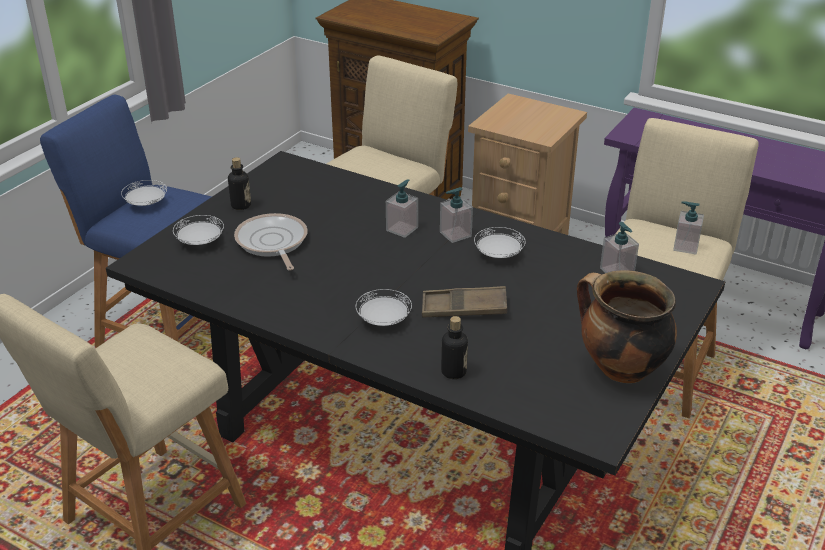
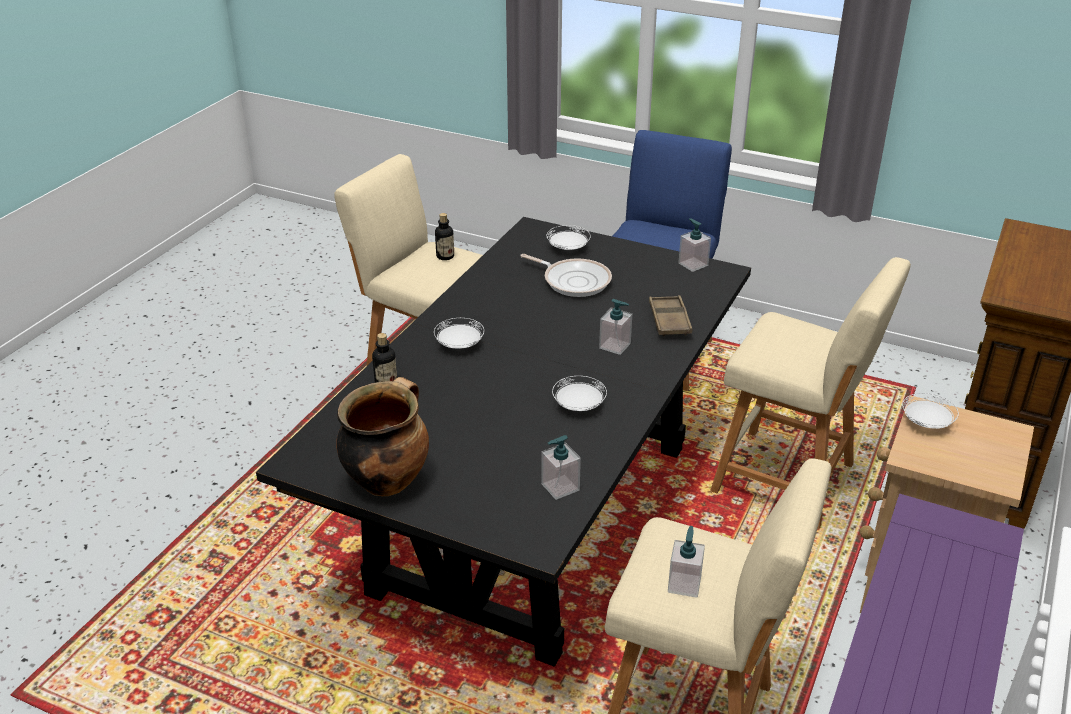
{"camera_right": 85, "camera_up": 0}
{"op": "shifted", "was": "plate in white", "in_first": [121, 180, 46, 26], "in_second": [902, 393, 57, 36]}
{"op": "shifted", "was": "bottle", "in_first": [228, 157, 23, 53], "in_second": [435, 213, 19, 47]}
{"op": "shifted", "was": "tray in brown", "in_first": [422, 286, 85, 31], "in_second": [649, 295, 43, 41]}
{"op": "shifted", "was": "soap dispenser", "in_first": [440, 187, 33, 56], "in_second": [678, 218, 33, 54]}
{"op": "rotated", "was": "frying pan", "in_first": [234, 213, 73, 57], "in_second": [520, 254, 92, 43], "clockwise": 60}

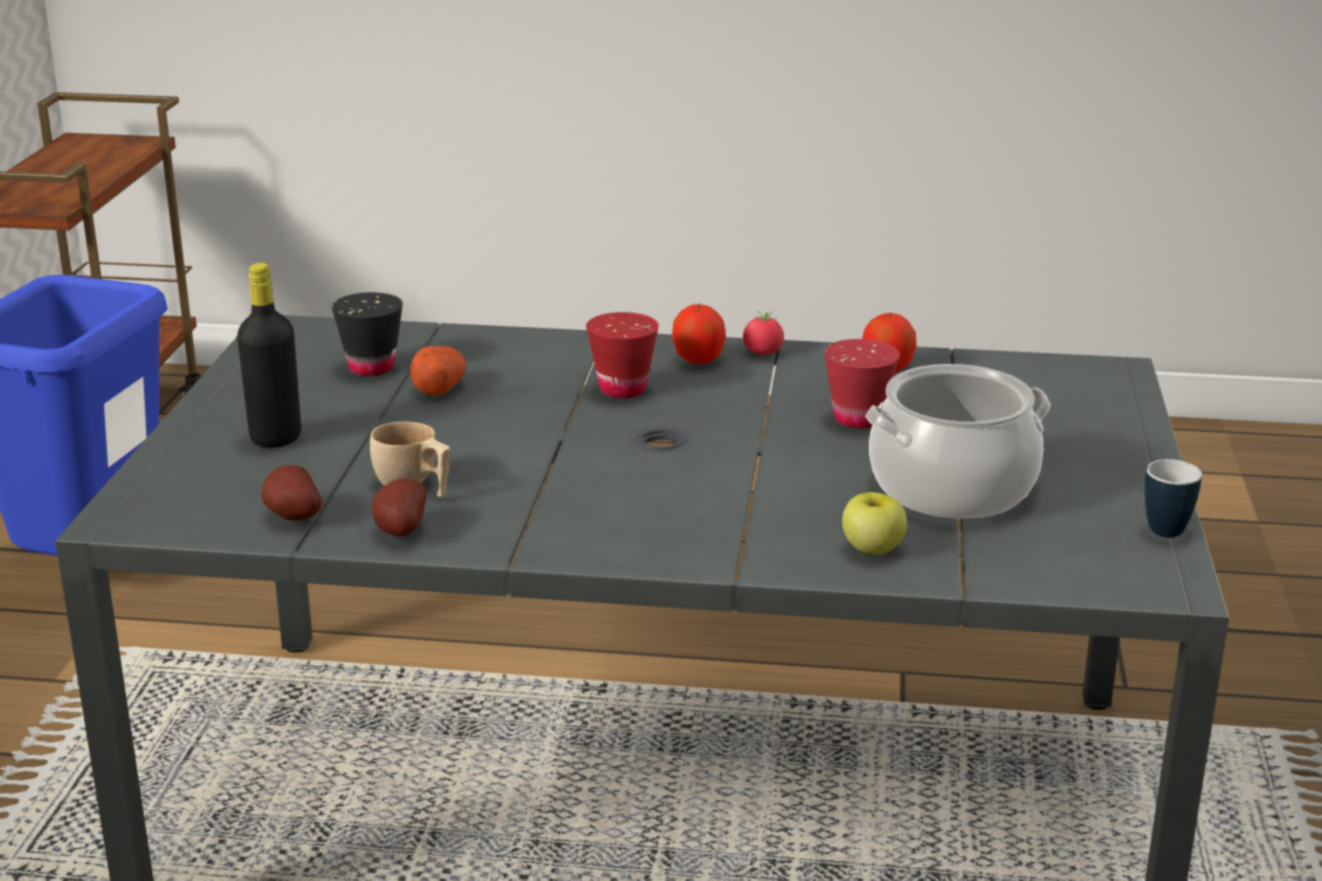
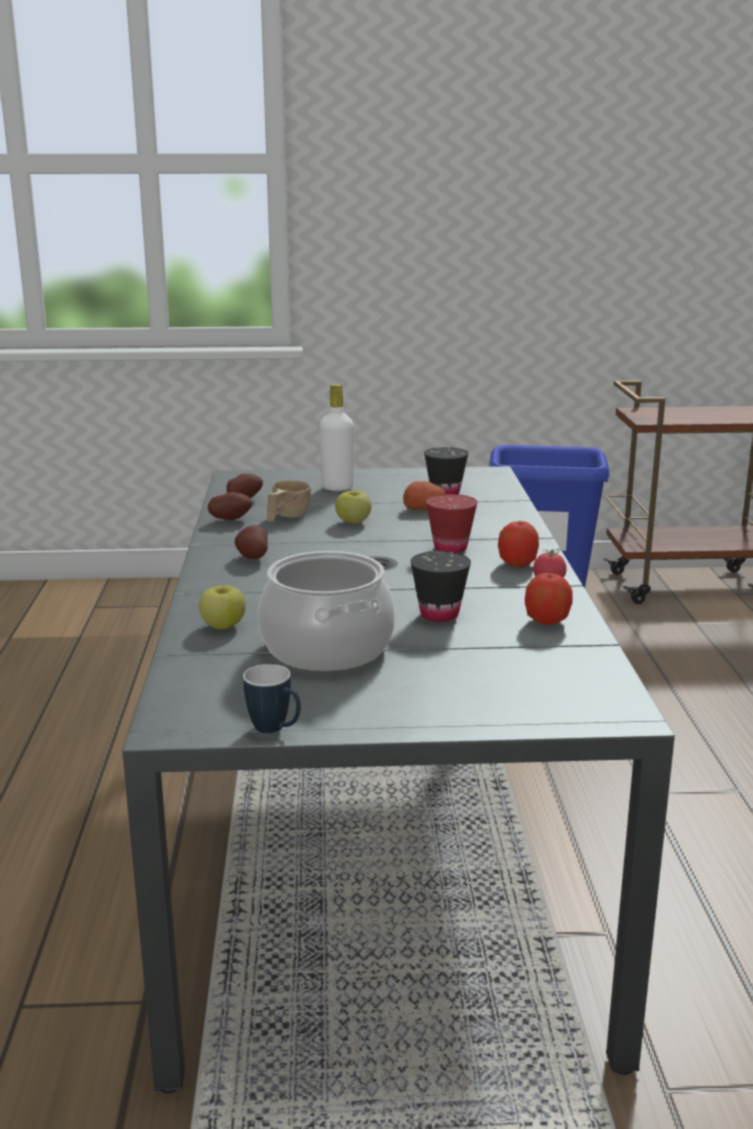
{"camera_right": 80, "camera_up": -5}
{"op": "new", "now": "potato", "in_second": [234, 525, 34, 34]}
{"op": "new", "now": "apple", "in_second": [335, 490, 36, 34]}
{"op": "repainted", "was": "bottle in black", "now": "bottle in white", "in_first": [237, 263, 64, 185], "in_second": [320, 384, 34, 107]}
{"op": "repainted", "was": "cup in red", "now": "cup in black", "in_first": [824, 339, 76, 89], "in_second": [410, 551, 61, 71]}

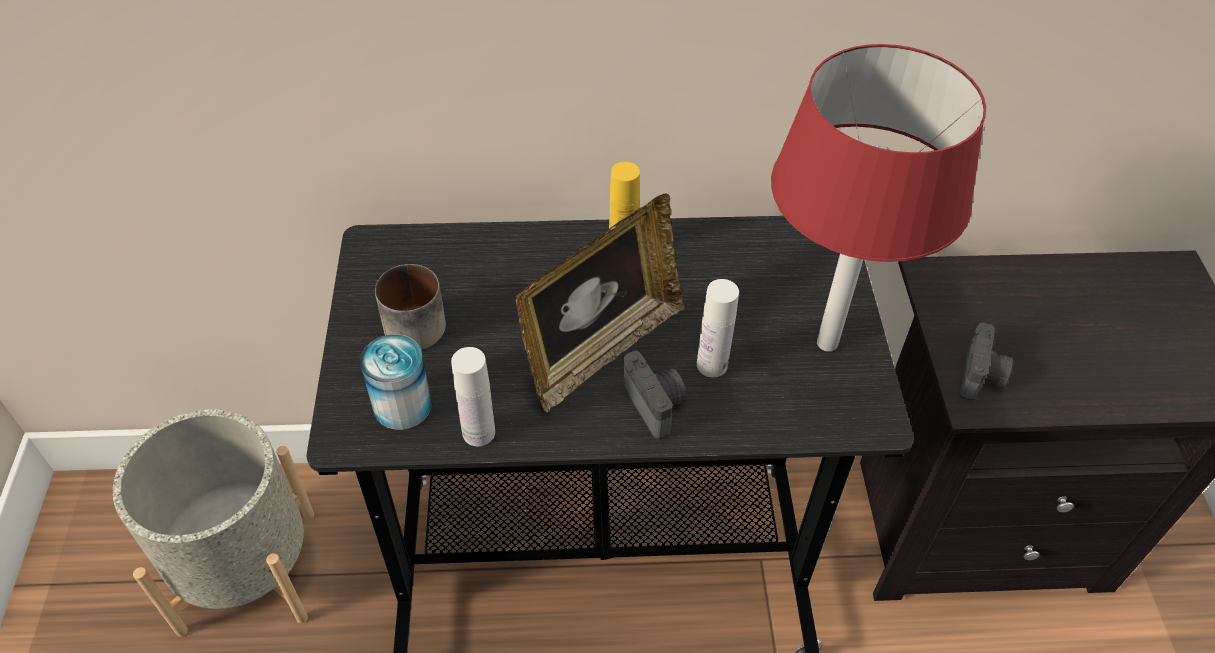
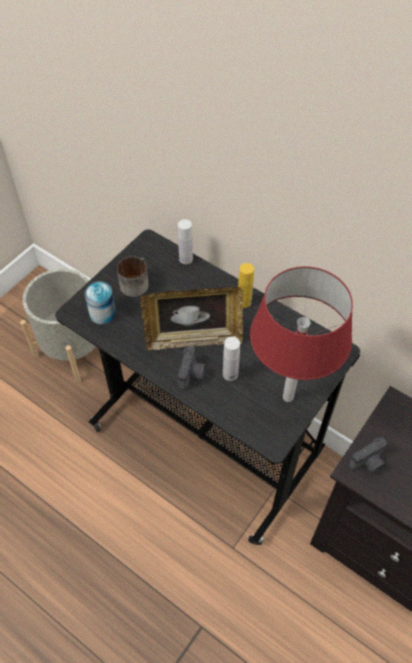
{"camera_right": 40, "camera_up": 5}
{"op": "shifted", "was": "bottle in white", "in_first": [451, 347, 44, 99], "in_second": [178, 219, 15, 45]}

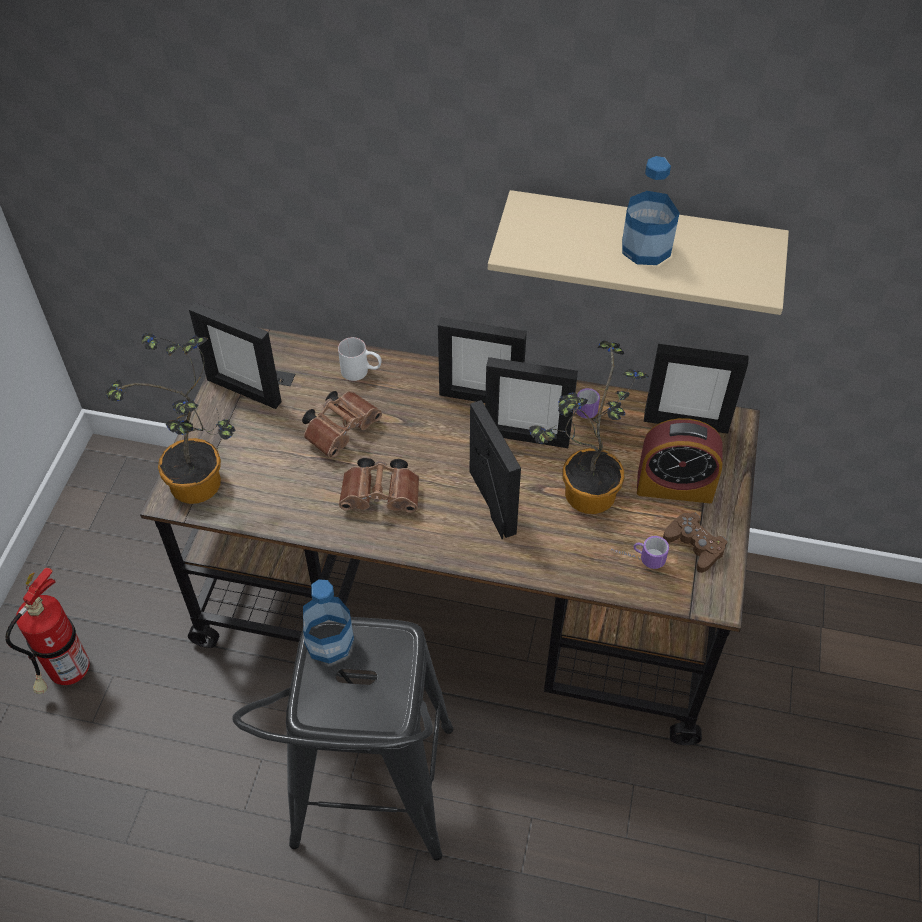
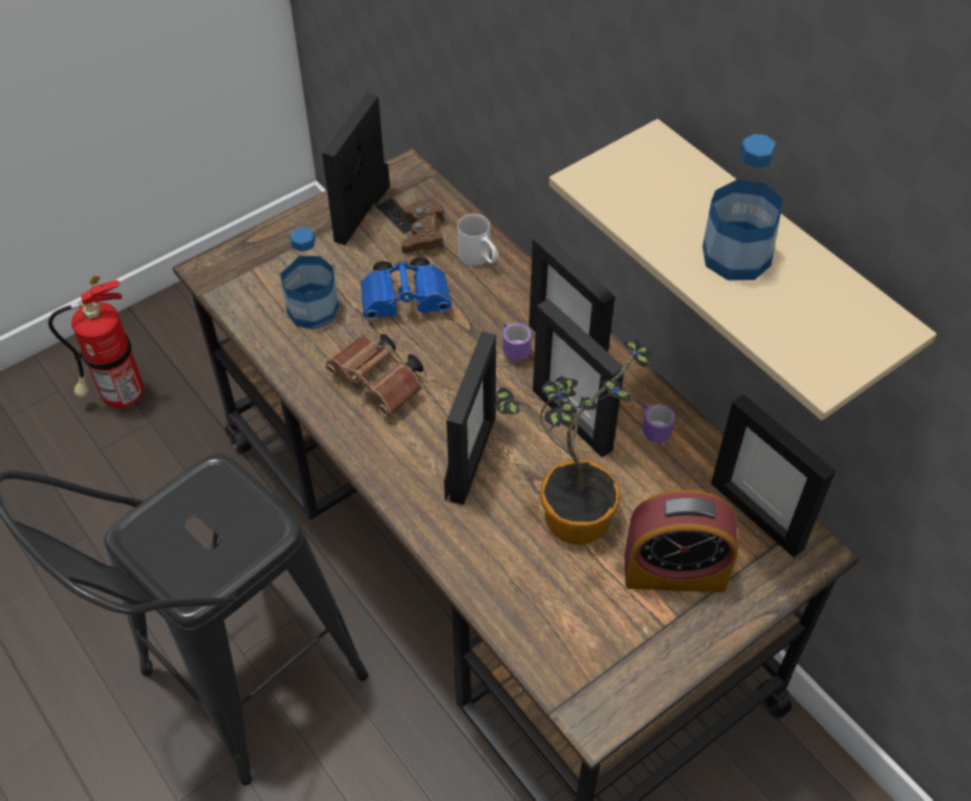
{"camera_right": 40, "camera_up": 0}
{"op": "gone", "was": "potted plant", "in_first": [105, 333, 131, 171]}
{"op": "shifted", "was": "bottle", "in_first": [303, 579, 51, 85], "in_second": [280, 227, 59, 102]}
{"op": "shifted", "was": "mug", "in_first": [611, 536, 58, 33], "in_second": [492, 322, 39, 38]}
{"op": "shifted", "was": "game controller in brown", "in_first": [663, 512, 64, 61], "in_second": [402, 199, 42, 54]}
{"op": "repainted", "was": "binoculars in brown", "now": "binoculars in blue", "in_first": [302, 391, 80, 67], "in_second": [361, 257, 91, 63]}
{"op": "rotated", "was": "picture frame", "in_first": [189, 303, 93, 106], "in_second": [322, 93, 68, 152], "clockwise": 45}
{"op": "rotated", "was": "alarm clock", "in_first": [637, 418, 85, 85], "in_second": [624, 490, 114, 103], "clockwise": -45}

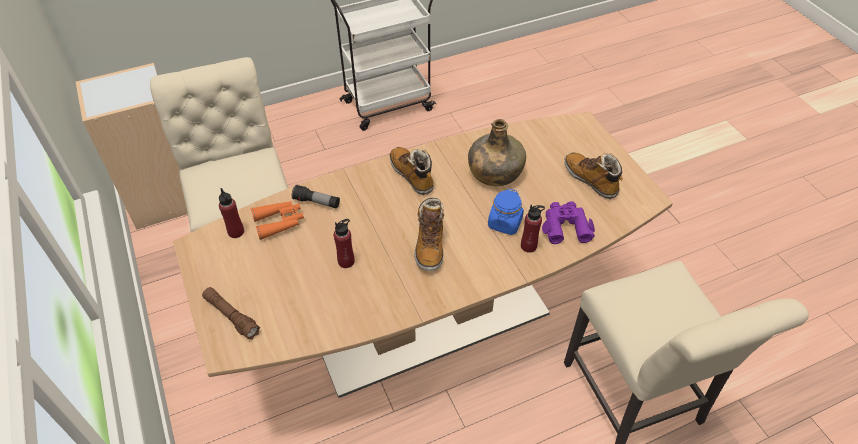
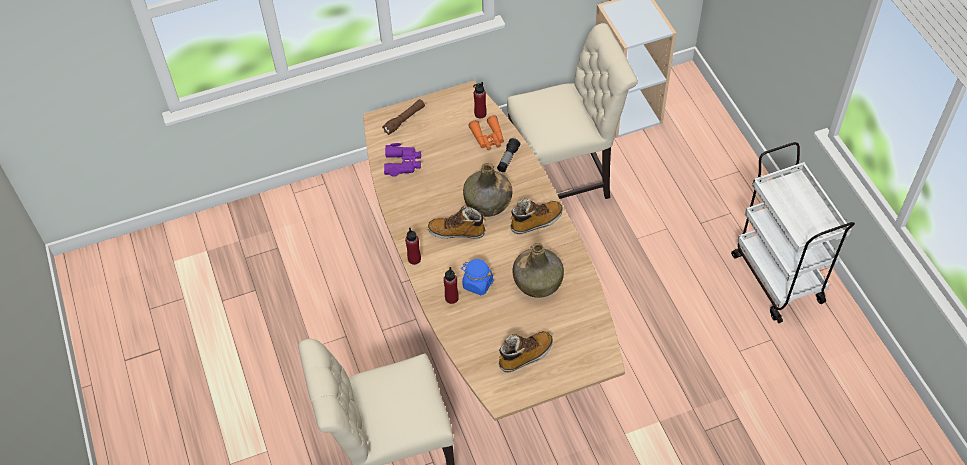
{"camera_right": 95, "camera_up": 5}
{"op": "new", "now": "bottle in green", "in_second": [463, 163, 49, 54]}
{"op": "shifted", "was": "bottle in red", "in_first": [334, 219, 21, 49], "in_second": [405, 228, 16, 37]}
{"op": "shifted", "was": "binoculars in purple", "in_first": [542, 201, 53, 43], "in_second": [384, 143, 37, 34]}

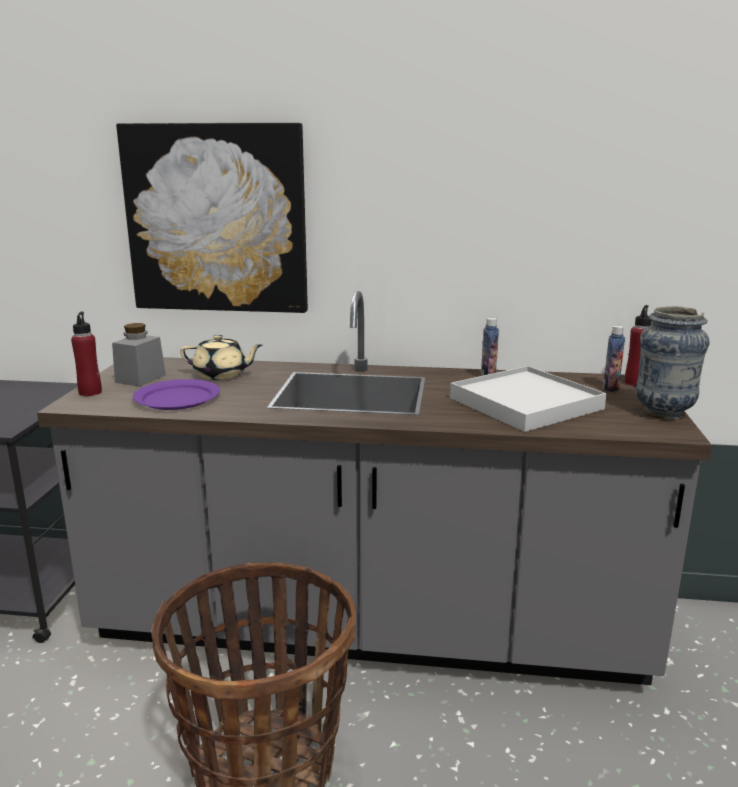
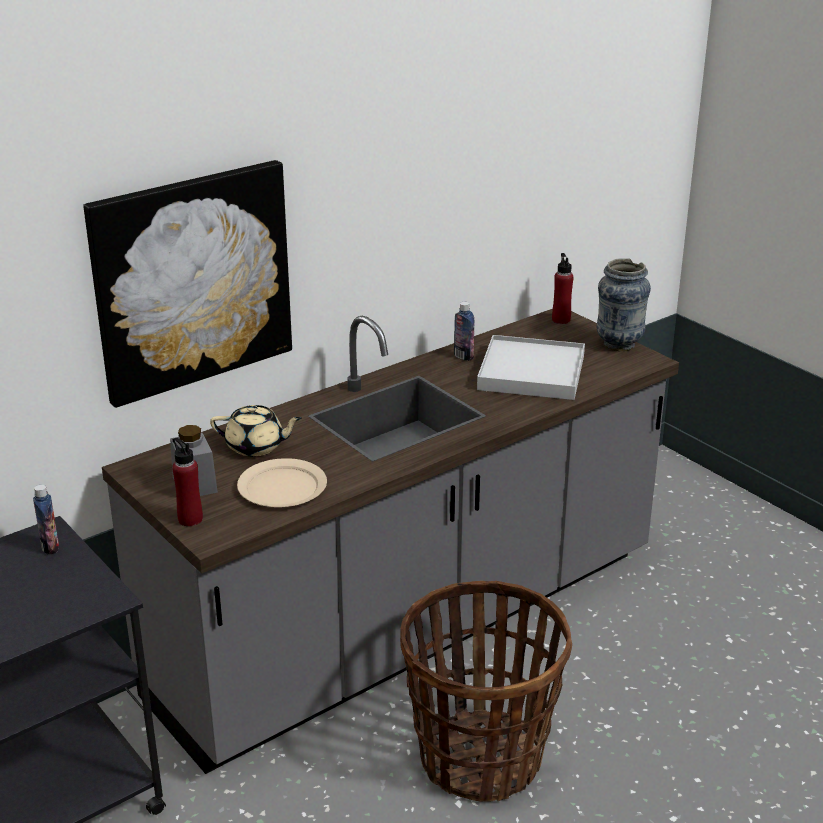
{"camera_right": -45, "camera_up": 10}
{"op": "shifted", "was": "bottle", "in_first": [603, 325, 22, 67], "in_second": [33, 485, 26, 70]}
{"op": "repainted", "was": "plate in purple", "now": "plate in beige", "in_first": [133, 379, 87, 31], "in_second": [237, 458, 90, 49]}
{"op": "rotated", "was": "teapot in beige", "in_first": [180, 334, 83, 46], "in_second": [210, 405, 92, 51], "clockwise": 45}

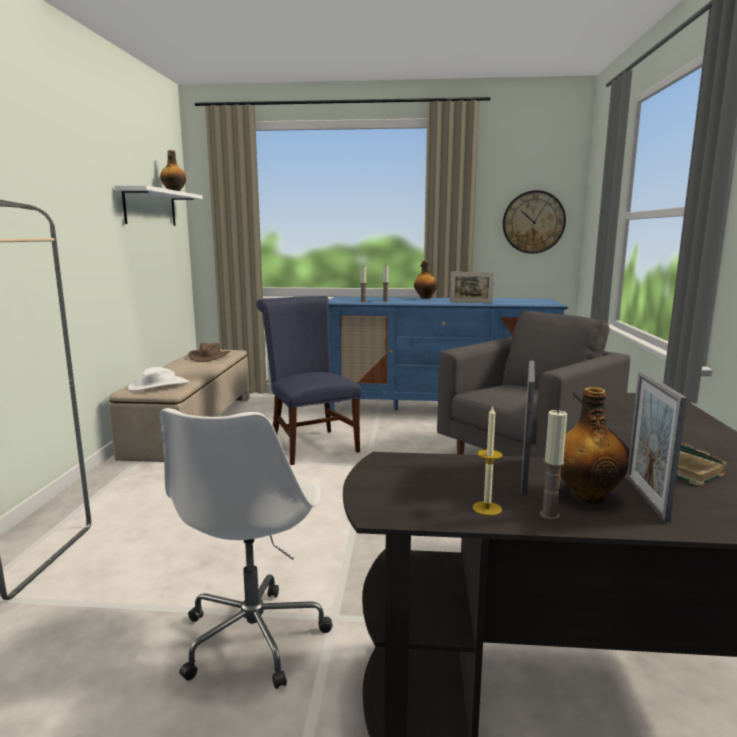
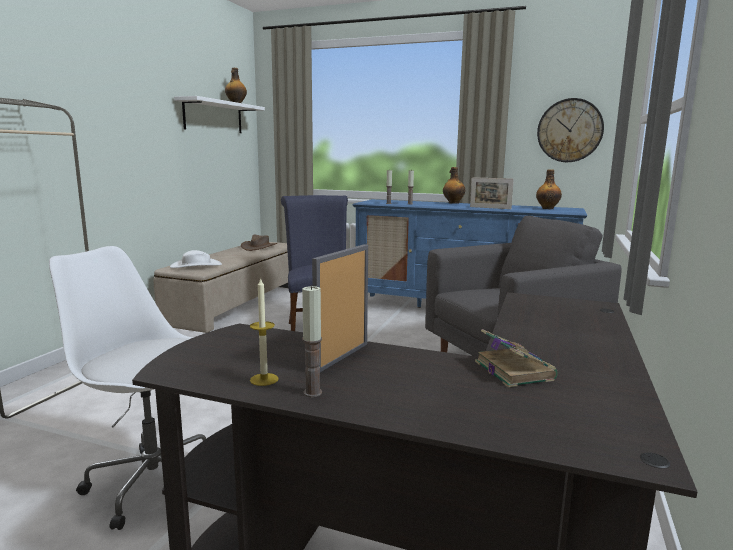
{"camera_right": 15, "camera_up": 0}
{"op": "gone", "was": "picture frame", "in_first": [627, 371, 60, 151]}
{"op": "shifted", "was": "bottle", "in_first": [560, 387, 68, 117], "in_second": [536, 169, 26, 40]}
{"op": "rotated", "was": "office chair in white", "in_first": [160, 408, 173, 281], "in_second": [49, 246, 158, 284], "clockwise": 90}

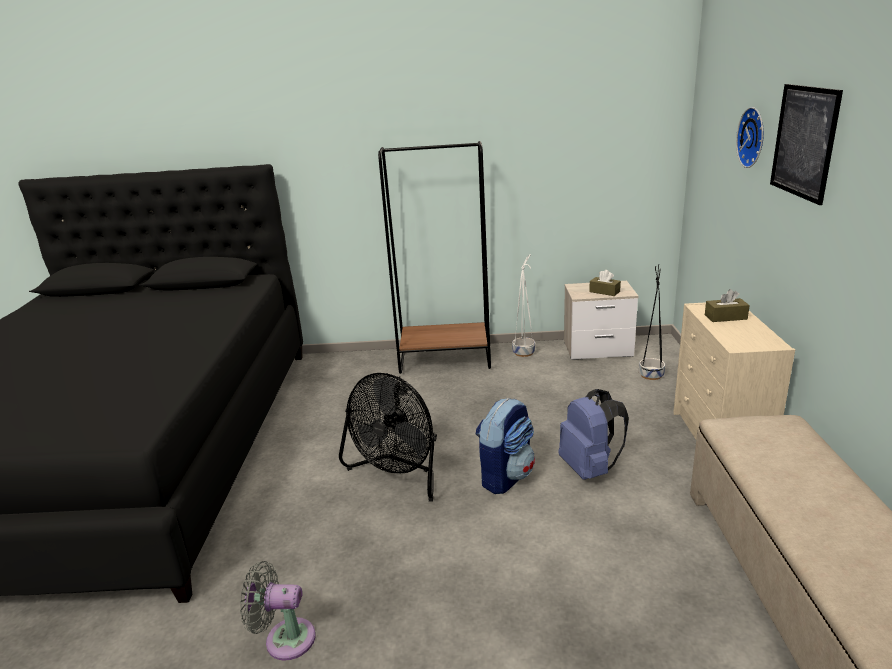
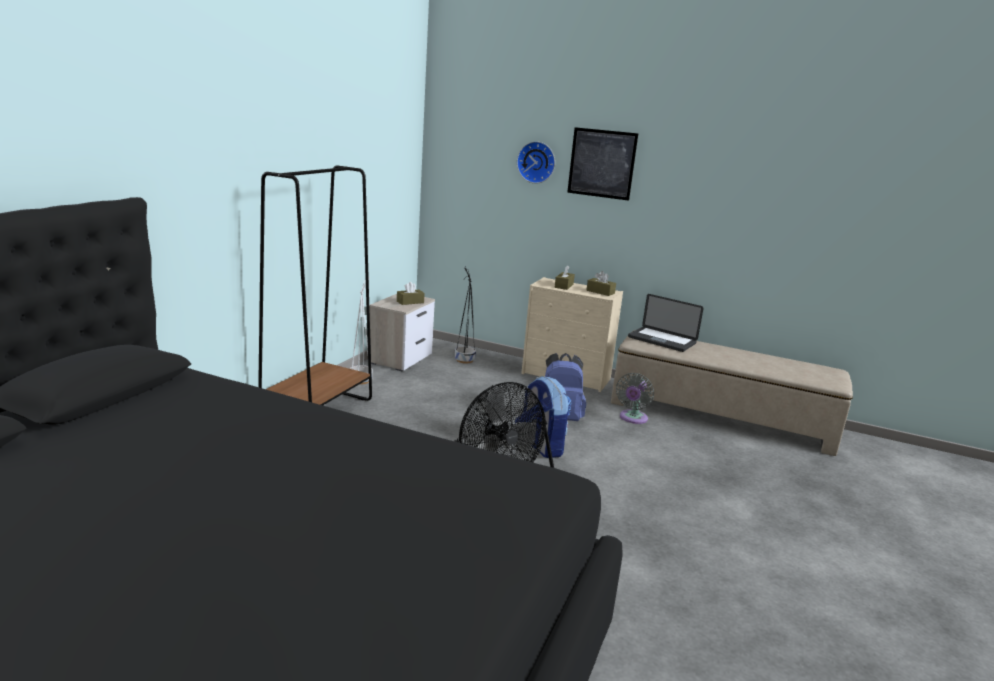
{"camera_right": -70, "camera_up": -5}
{"op": "new", "now": "tissue box in brown", "in_second": [587, 271, 29, 25]}
{"op": "new", "now": "laptop", "in_second": [628, 294, 76, 58]}
{"op": "shifted", "was": "fan in grey", "in_first": [240, 561, 76, 100], "in_second": [616, 373, 38, 51]}

